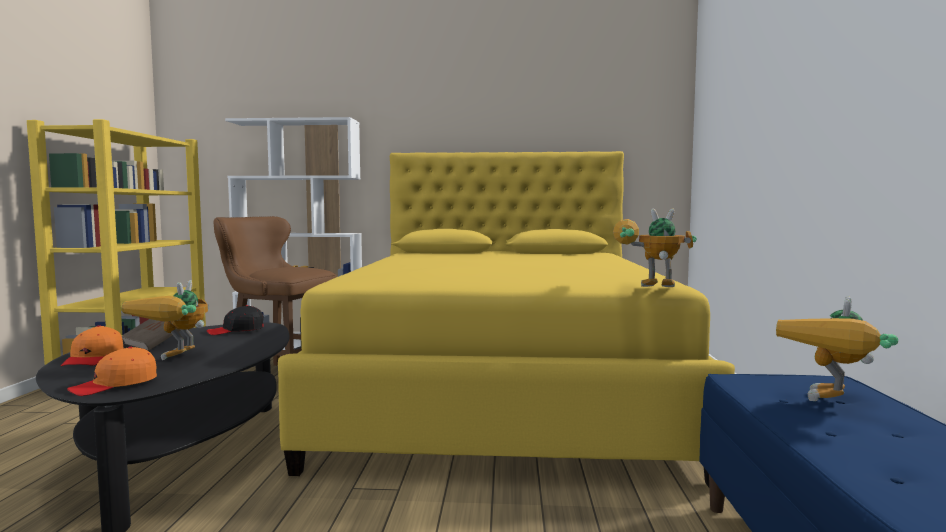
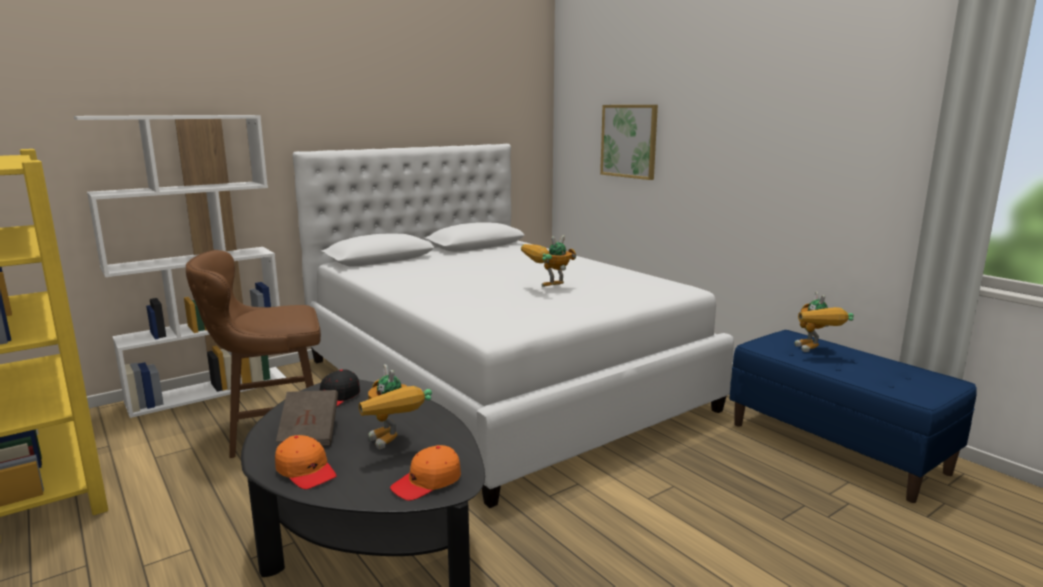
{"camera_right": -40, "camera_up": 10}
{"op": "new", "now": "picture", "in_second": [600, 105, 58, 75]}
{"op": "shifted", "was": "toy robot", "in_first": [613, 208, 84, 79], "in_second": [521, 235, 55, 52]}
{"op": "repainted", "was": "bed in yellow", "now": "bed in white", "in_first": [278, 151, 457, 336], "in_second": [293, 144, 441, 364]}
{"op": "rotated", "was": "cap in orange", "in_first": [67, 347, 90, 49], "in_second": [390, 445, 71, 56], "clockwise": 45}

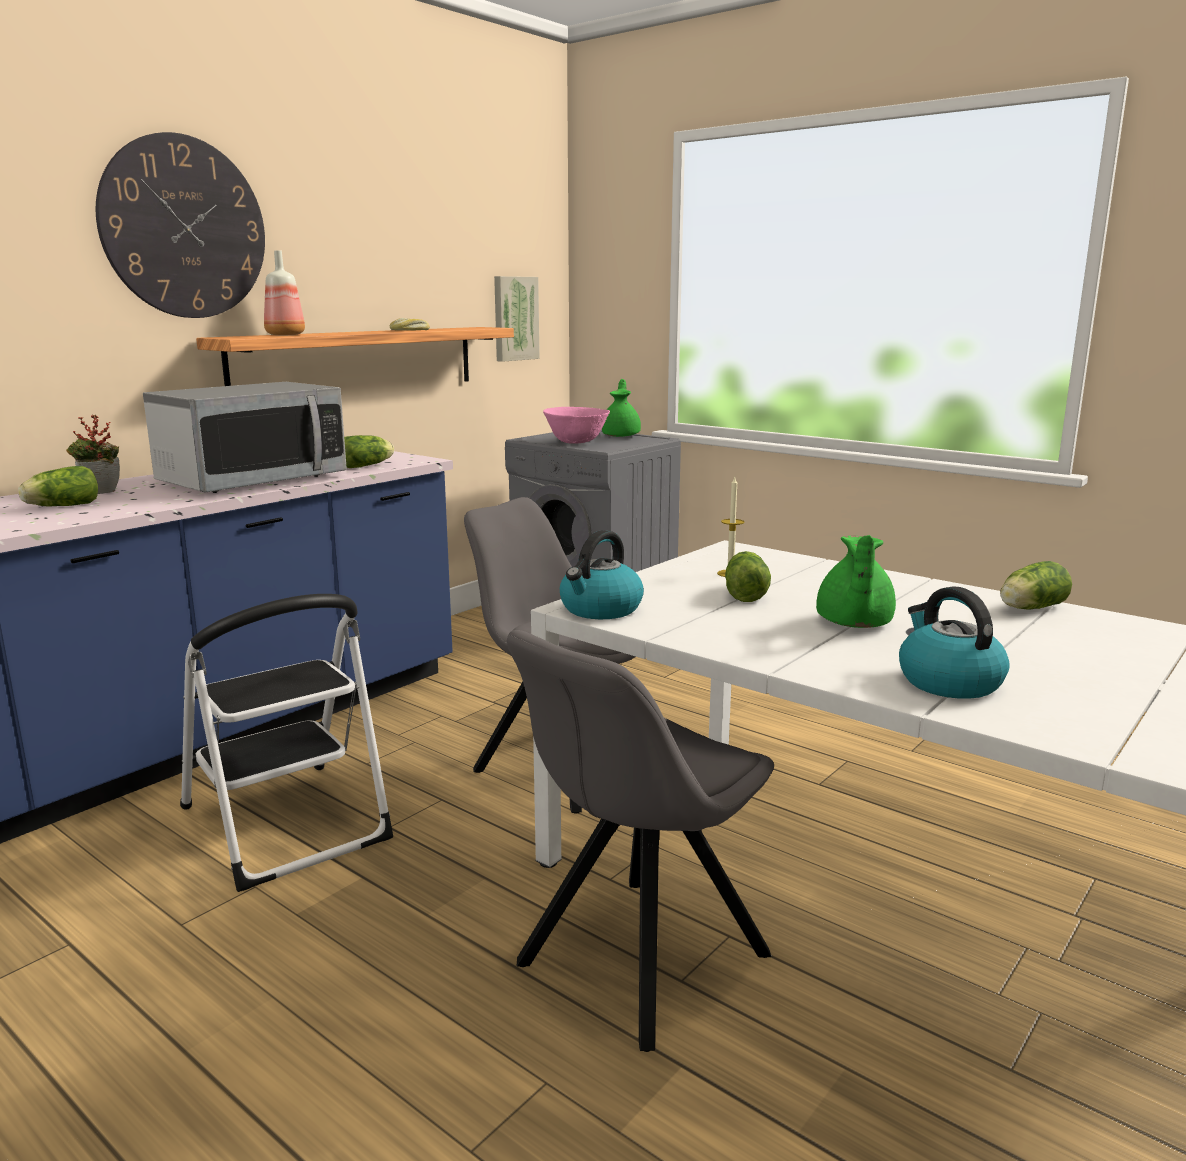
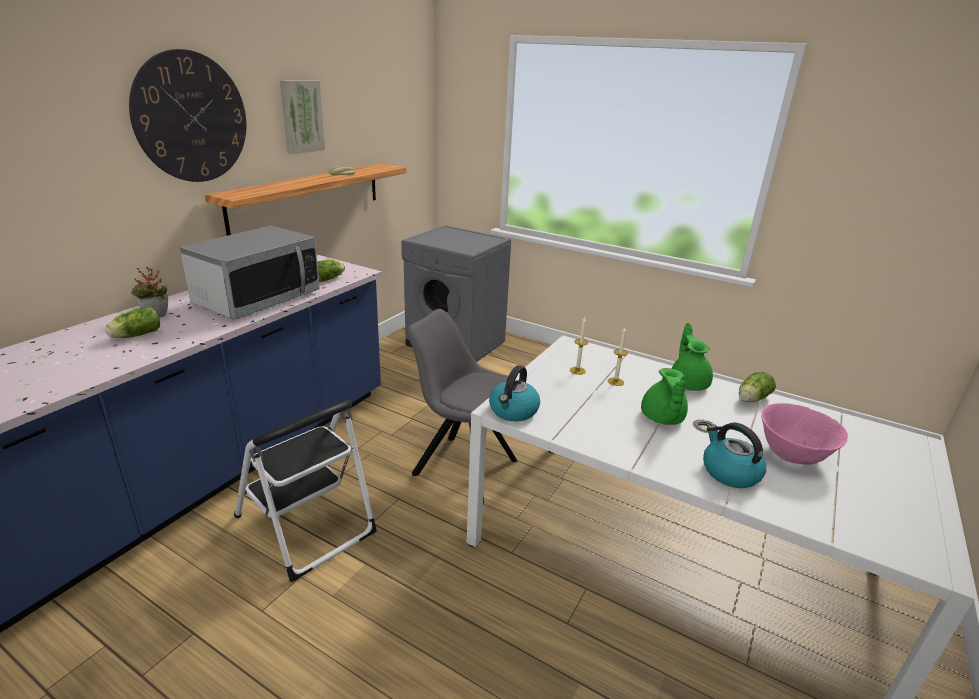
{"camera_right": -10, "camera_up": 10}
{"op": "gone", "was": "bottle", "in_first": [264, 250, 41, 85]}
{"op": "gone", "was": "chair in grey", "in_first": [507, 630, 267, 422]}
{"op": "gone", "was": "lettuce", "in_first": [725, 551, 46, 51]}
{"op": "new", "now": "candle", "in_second": [608, 327, 20, 59]}
{"op": "shifted", "was": "picture", "in_first": [494, 276, 46, 86], "in_second": [280, 80, 45, 74]}
{"op": "shifted", "was": "bowl in pink", "in_first": [543, 407, 67, 37], "in_second": [761, 403, 87, 62]}
{"op": "shifted", "was": "teapot in green", "in_first": [602, 379, 39, 58], "in_second": [671, 323, 42, 68]}

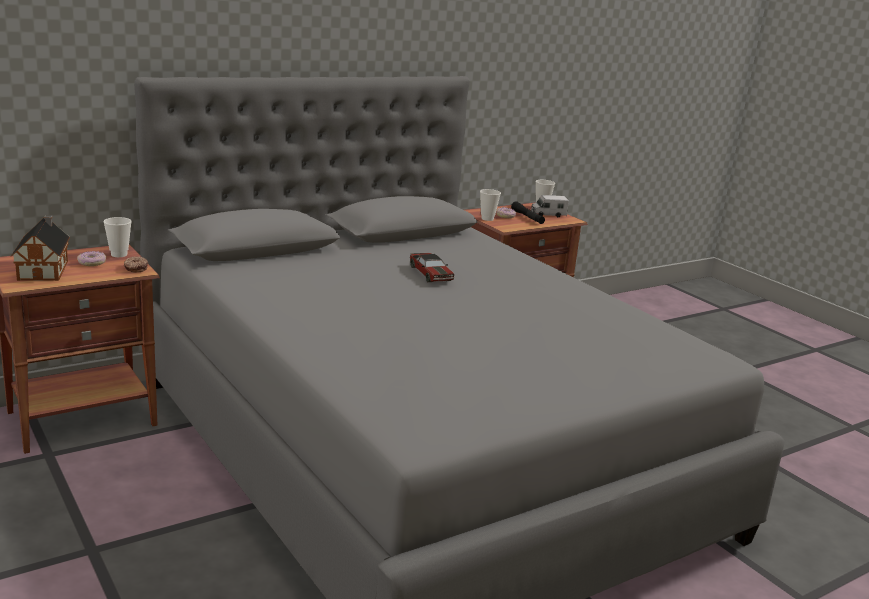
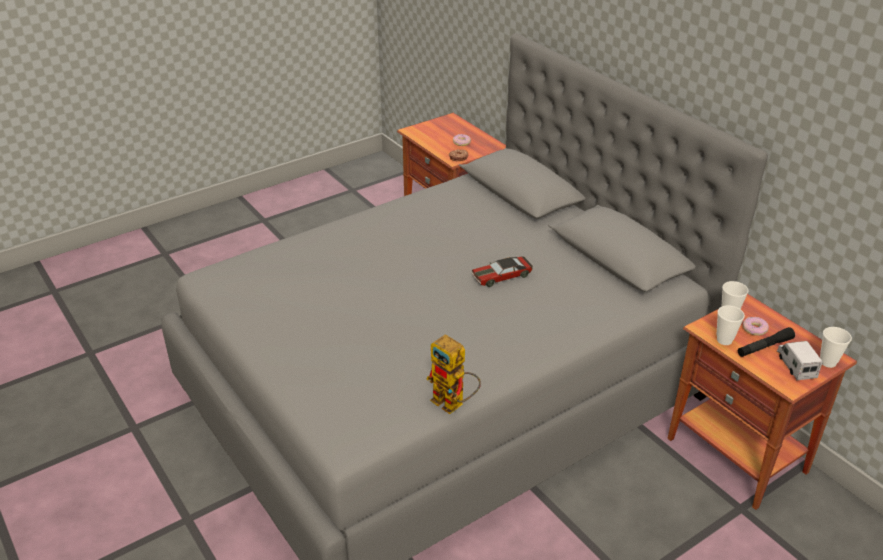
{"camera_right": 90, "camera_up": 15}
{"op": "gone", "was": "toy house", "in_first": [11, 215, 59, 66]}
{"op": "new", "now": "toy robot", "in_second": [426, 334, 55, 80]}
{"op": "shifted", "was": "cup", "in_first": [103, 217, 29, 40], "in_second": [717, 305, 28, 40]}

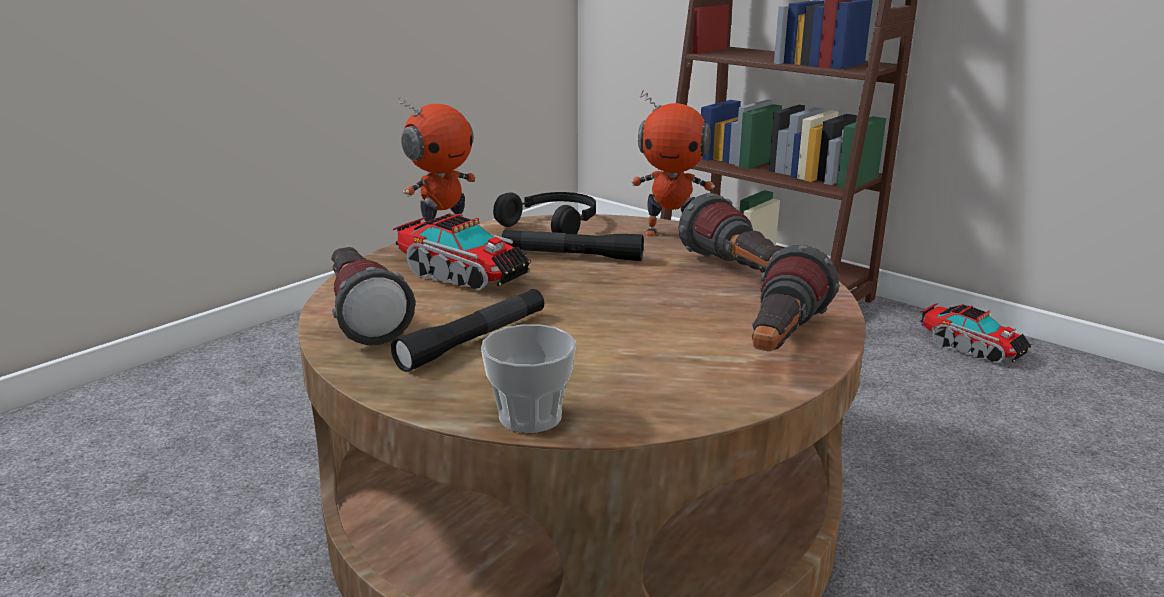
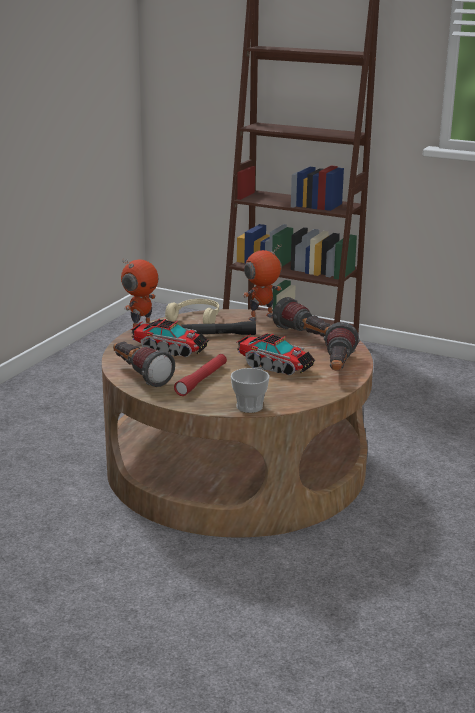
{"camera_right": -15, "camera_up": 0}
{"op": "shifted", "was": "toy truck", "in_first": [920, 303, 112, 60], "in_second": [237, 333, 78, 42]}
{"op": "repainted", "was": "flashlight in black", "now": "flashlight in red", "in_first": [391, 289, 153, 83], "in_second": [174, 354, 53, 42]}
{"op": "repainted", "was": "headphones in black", "now": "headphones in beige", "in_first": [493, 192, 103, 42], "in_second": [165, 299, 54, 25]}
{"op": "rotated", "was": "toy robot", "in_first": [631, 90, 84, 147], "in_second": [243, 245, 39, 76], "clockwise": 150}

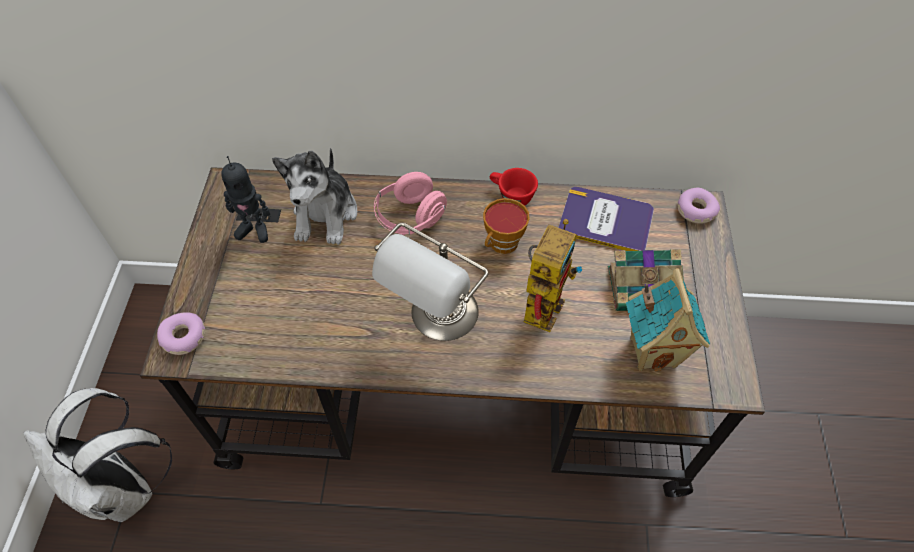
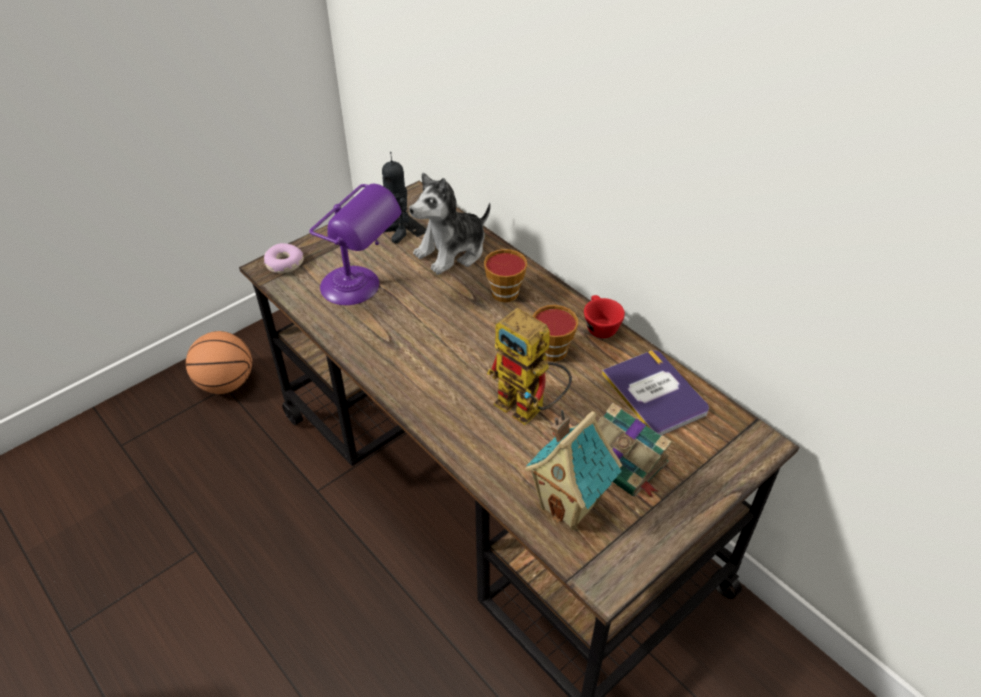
{"camera_right": 45, "camera_up": -10}
{"op": "gone", "was": "table lamp in white", "in_first": [372, 223, 116, 118]}
{"op": "gone", "was": "donut", "in_first": [678, 188, 42, 36]}
{"op": "new", "now": "table lamp in purple", "in_second": [310, 184, 91, 121]}
{"op": "swapped", "was": "backpack in white", "now": "basketball", "in_first": [23, 388, 149, 134], "in_second": [186, 331, 66, 63]}
{"op": "swapped", "was": "headphones in pink", "now": "cup", "in_first": [374, 172, 73, 63], "in_second": [484, 249, 43, 53]}
{"op": "rotated", "was": "toy robot", "in_first": [524, 219, 58, 113], "in_second": [487, 308, 85, 117], "clockwise": 60}

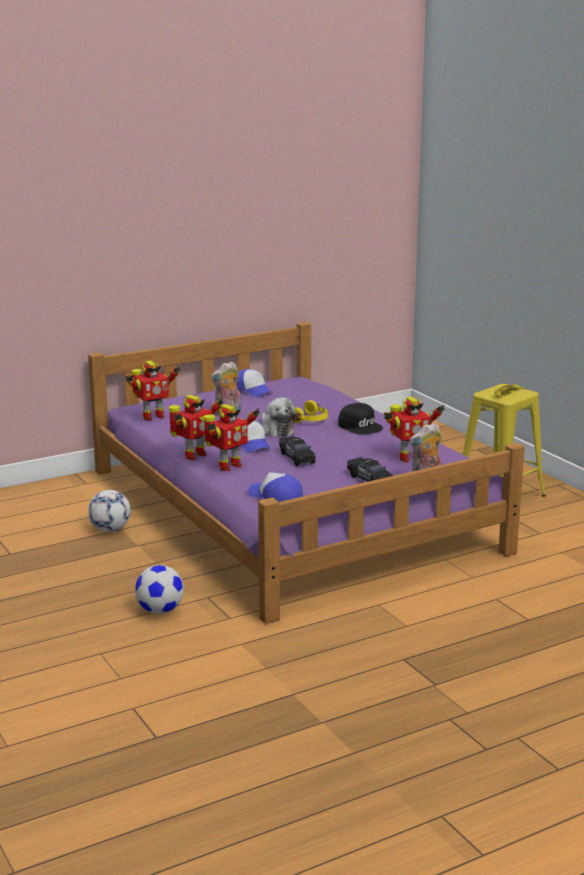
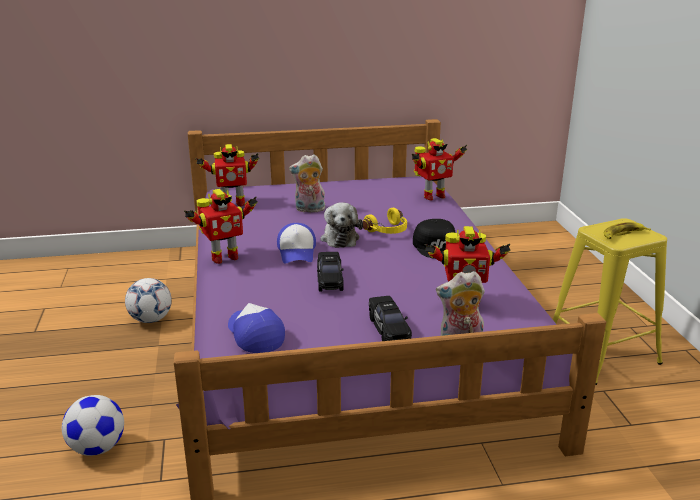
{"camera_right": 20, "camera_up": 5}
{"op": "gone", "was": "cap", "in_first": [236, 369, 37, 28]}
{"op": "shifted", "was": "toy robot", "in_first": [204, 404, 56, 67], "in_second": [412, 138, 55, 63]}

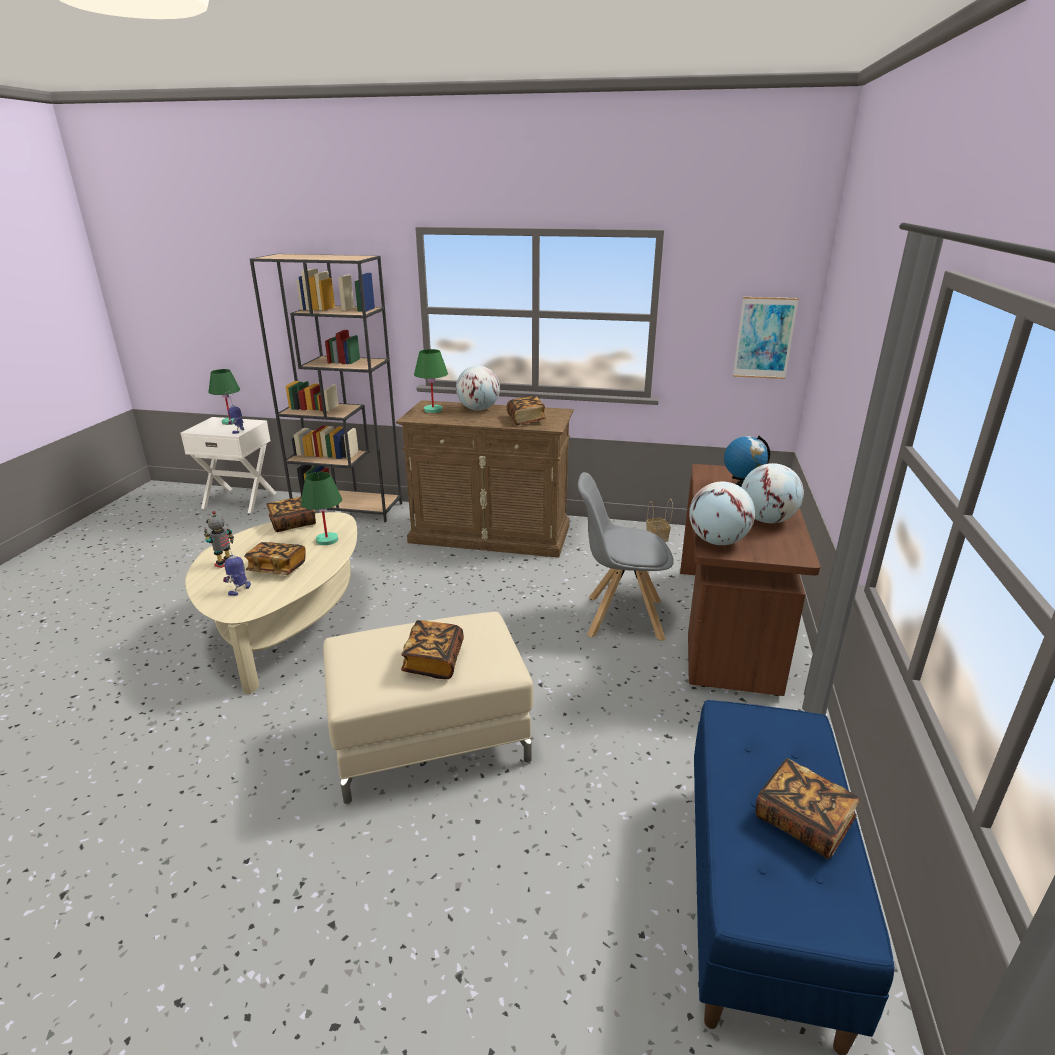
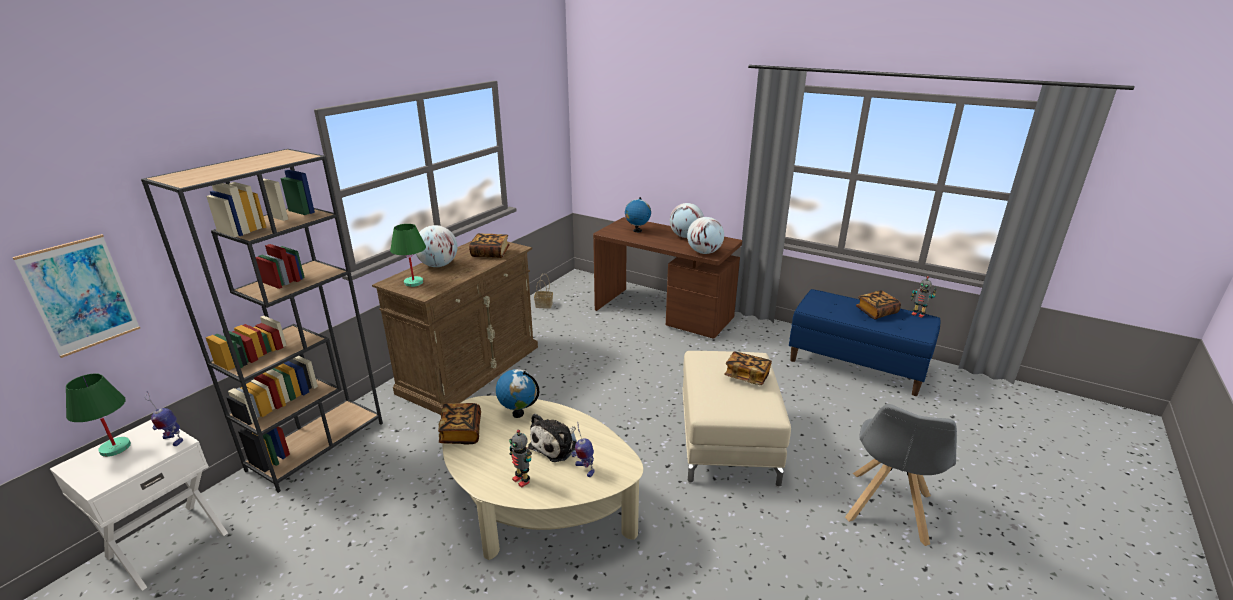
{"camera_right": -70, "camera_up": 0}
{"op": "new", "now": "toy robot", "in_second": [911, 276, 26, 42]}
{"op": "shifted", "was": "chair in grey", "in_first": [578, 472, 96, 169], "in_second": [845, 404, 112, 142]}
{"op": "shifted", "was": "picture", "in_first": [733, 297, 66, 82], "in_second": [12, 234, 128, 124]}
{"op": "swapped", "was": "book", "now": "plush toy", "in_first": [244, 542, 62, 33], "in_second": [528, 413, 49, 49]}
{"op": "swapped", "was": "table lamp in green", "now": "globe", "in_first": [301, 472, 41, 73], "in_second": [496, 369, 43, 49]}

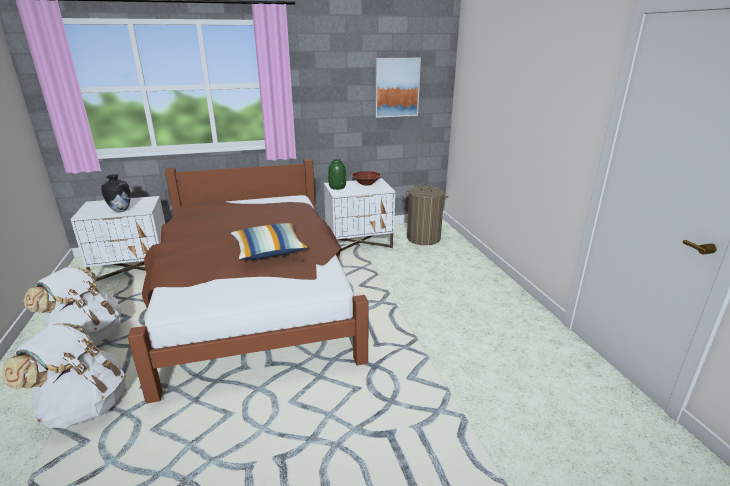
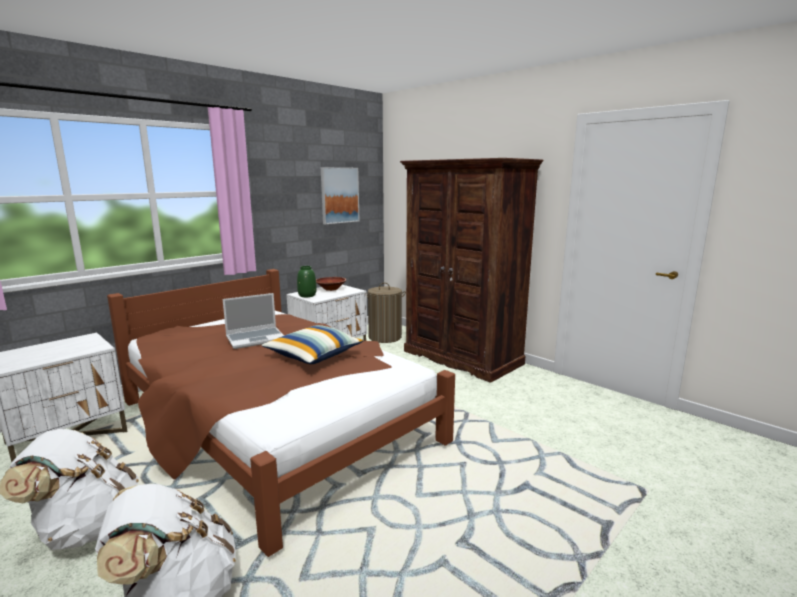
{"camera_right": -30, "camera_up": -10}
{"op": "gone", "was": "vase", "in_first": [101, 174, 30, 38]}
{"op": "new", "now": "laptop", "in_second": [223, 293, 61, 56]}
{"op": "new", "now": "wardrobe in brown", "in_second": [400, 158, 143, 225]}

